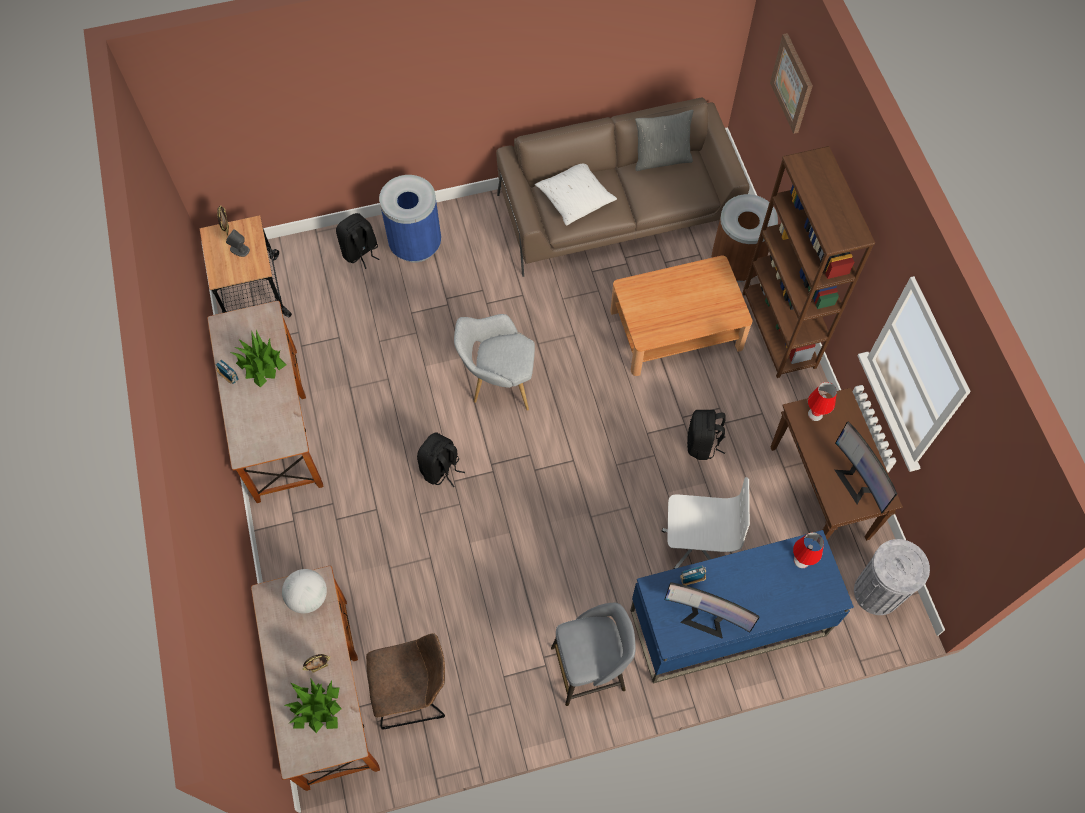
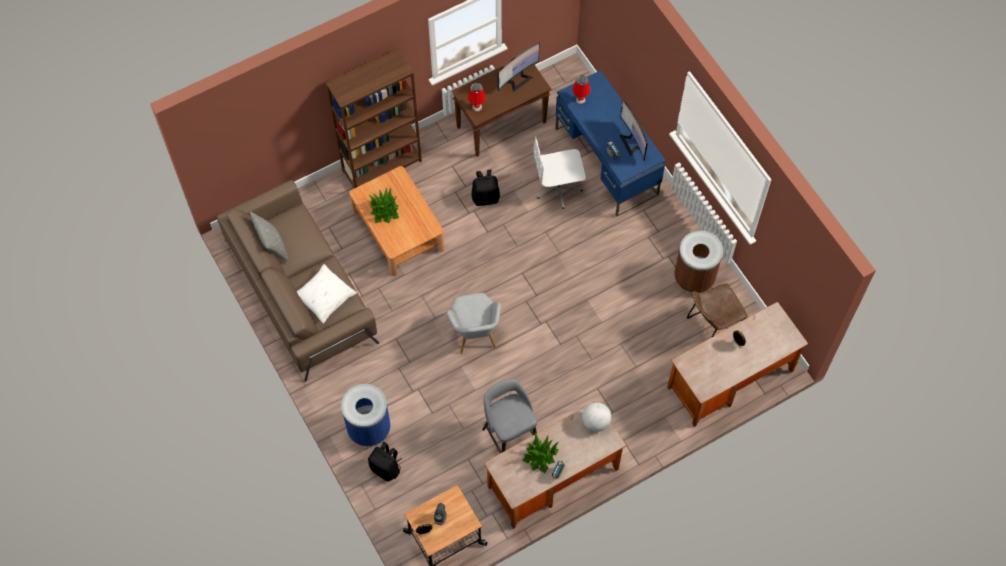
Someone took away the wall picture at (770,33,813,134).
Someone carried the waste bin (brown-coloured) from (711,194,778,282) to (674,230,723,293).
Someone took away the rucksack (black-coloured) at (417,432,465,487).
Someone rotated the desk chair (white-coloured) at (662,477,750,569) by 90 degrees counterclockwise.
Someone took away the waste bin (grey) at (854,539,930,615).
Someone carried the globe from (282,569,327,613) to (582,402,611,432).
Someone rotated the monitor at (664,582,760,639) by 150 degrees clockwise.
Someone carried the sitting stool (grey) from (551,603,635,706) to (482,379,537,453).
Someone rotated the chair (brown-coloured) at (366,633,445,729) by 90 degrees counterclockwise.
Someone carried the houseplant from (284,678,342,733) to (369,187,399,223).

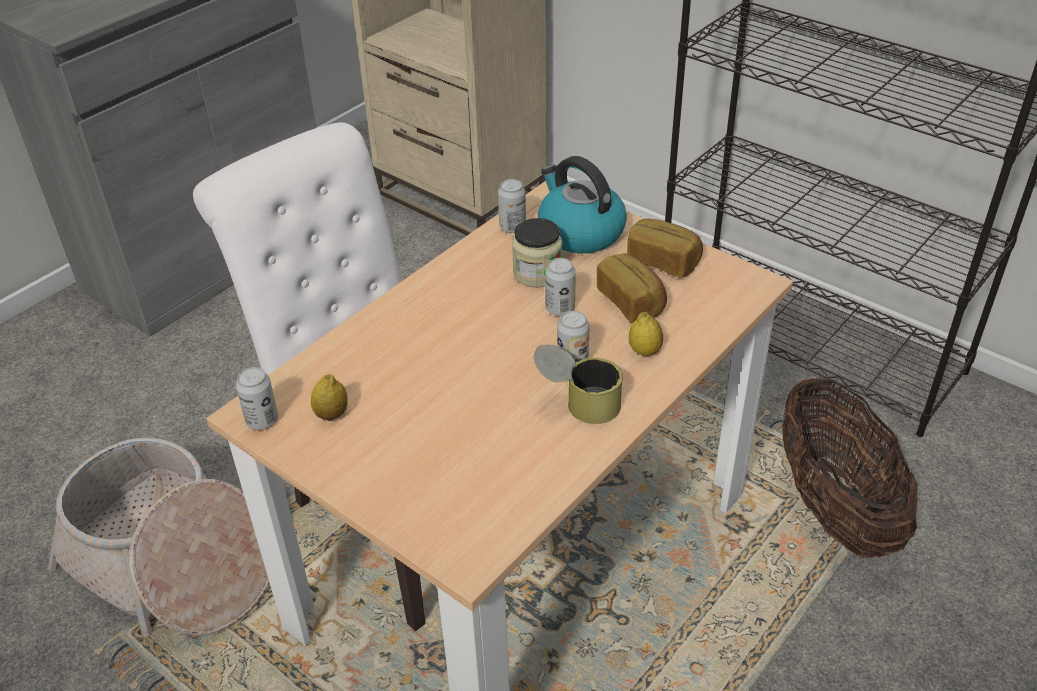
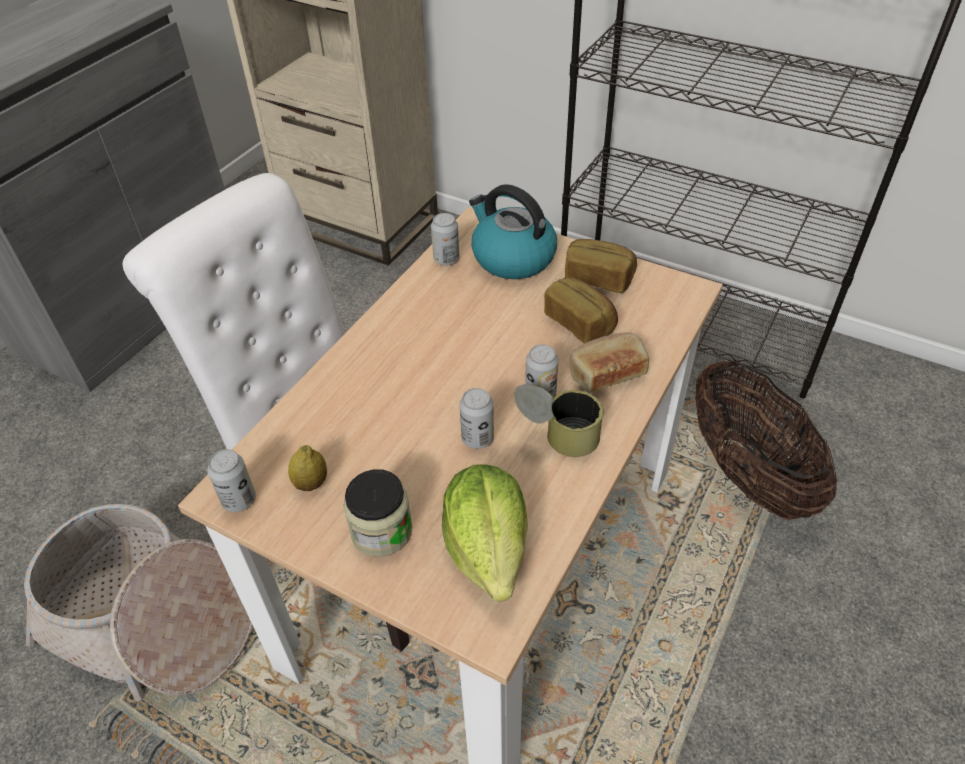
Someone carried the jar from (512,218,562,288) to (344,469,412,557).
Someone carried the can from (545,258,576,316) to (459,388,494,449).
Someone swapped the lemon at (629,312,663,356) for the bakery bread at (570,332,649,393).
Someone put down the head of lettuce at (442,464,528,602).

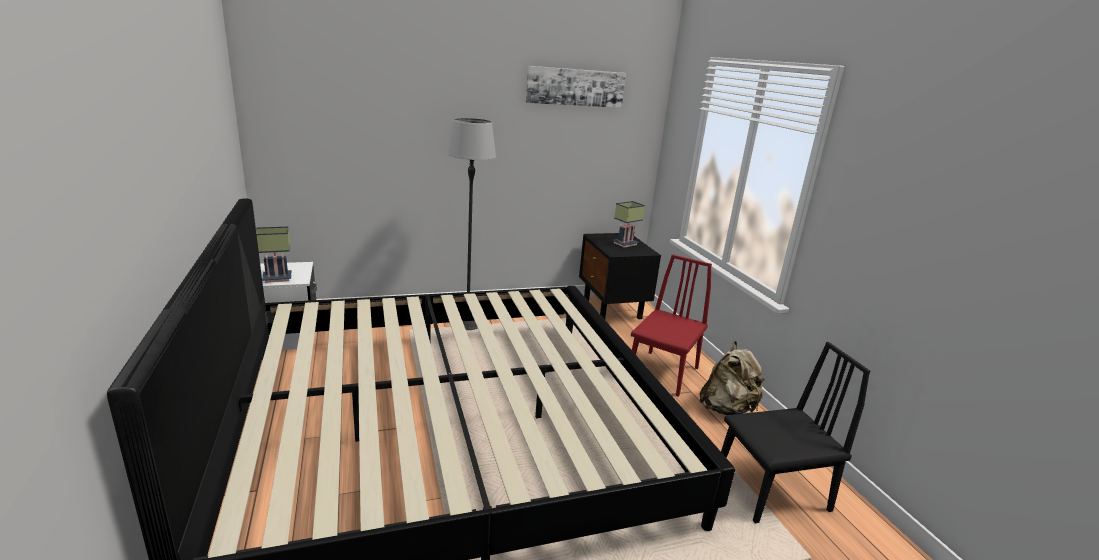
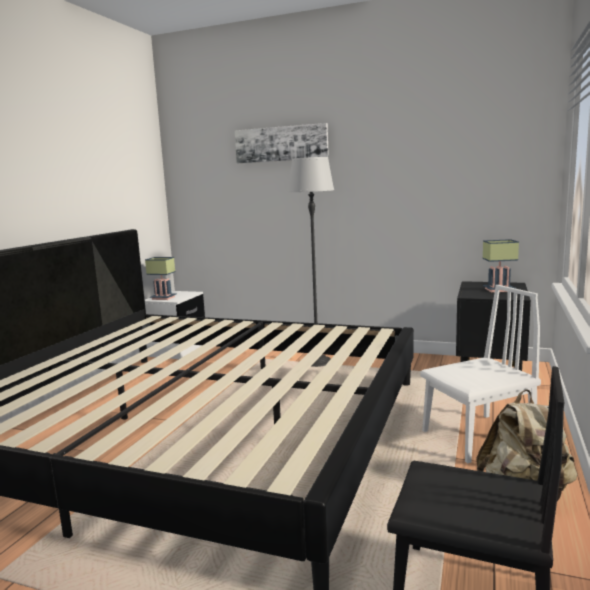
Someone carried the wall picture from (526,66,626,108) to (235,123,329,163).
Someone repainted the chair (red-coloured) at (631,254,712,397), which became the chair (white-coloured) at (420,285,541,463).

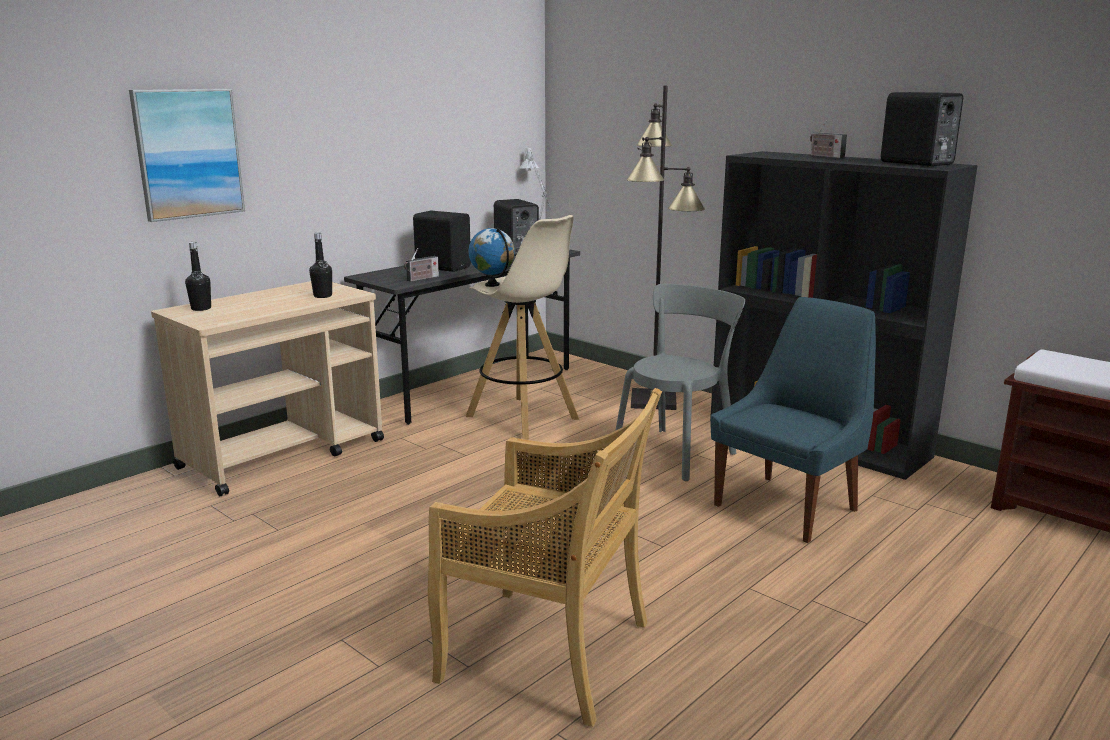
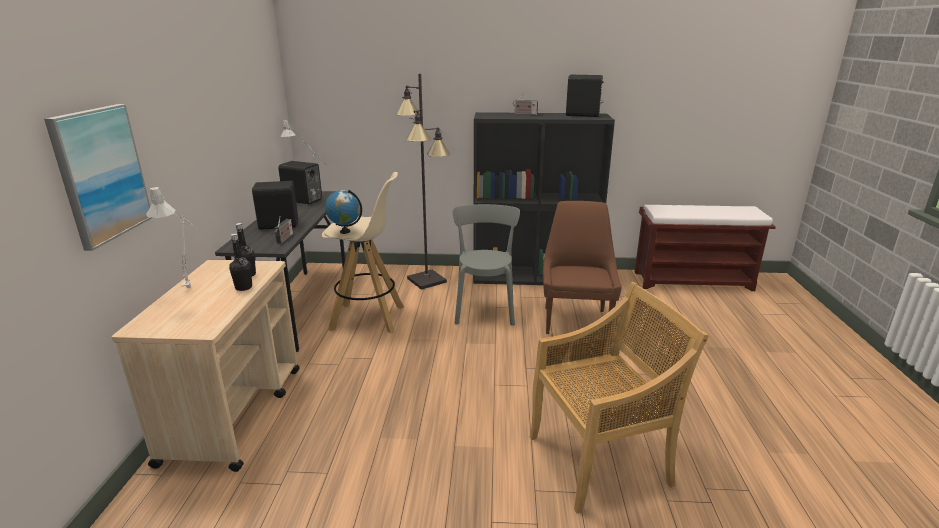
Someone carried the beverage bottle (black-coloured) from (185,242,211,311) to (229,233,252,291).
Someone repainted the chair (blue) at (711,297,876,543), which became the chair (brown-coloured) at (543,201,622,334).
Someone put down the lamp for a table (grey) at (146,187,193,288).

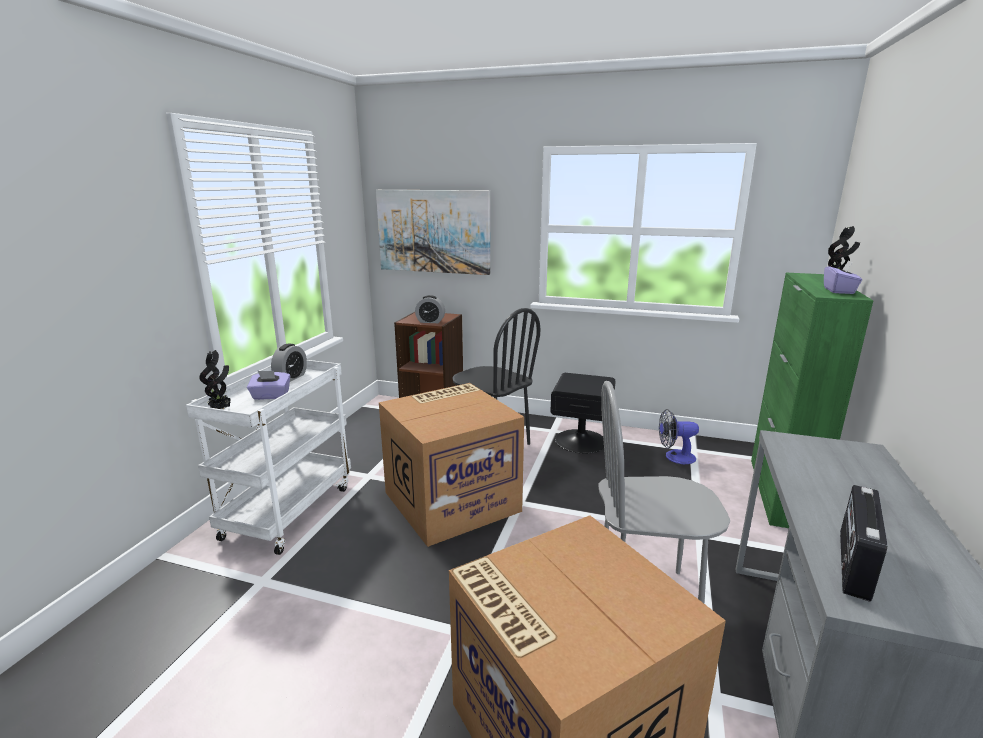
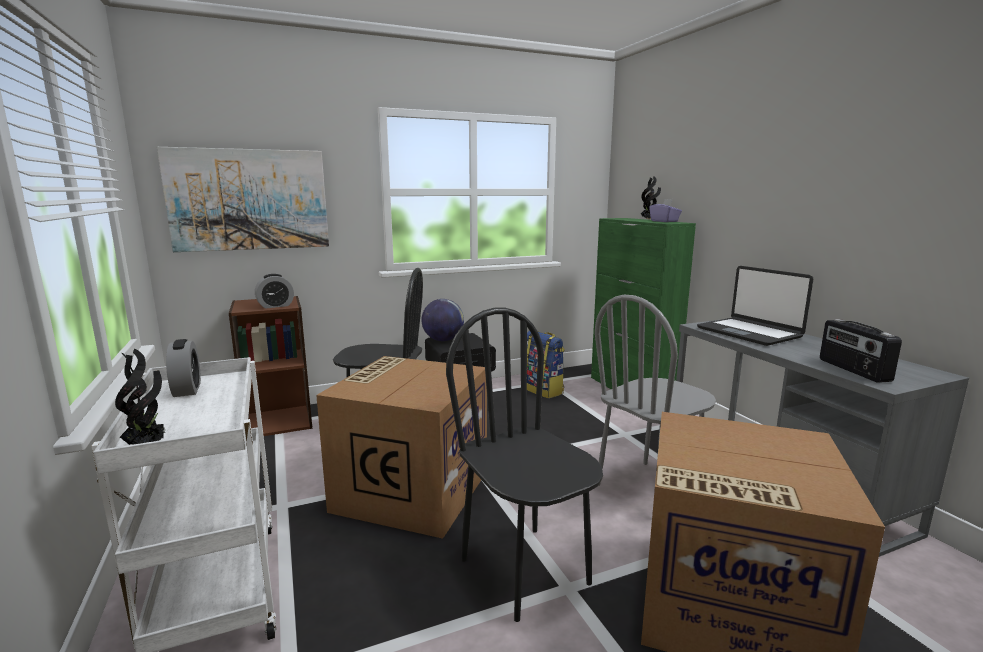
Someone took away the box of tissues (purple-coloured) at (247,371,290,400).
Someone swapped the fan at (659,409,699,464) for the rucksack at (527,331,565,399).
Someone put down the notebook computer at (697,266,813,346).
Someone put down the globe at (421,299,464,341).
Someone put down the chair (black-coloured) at (446,308,603,622).

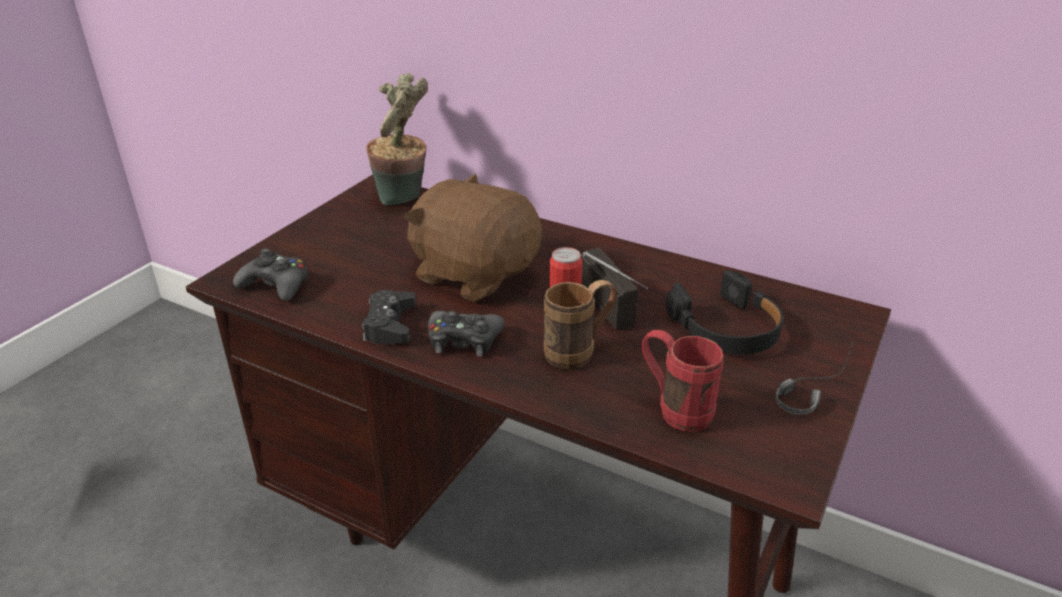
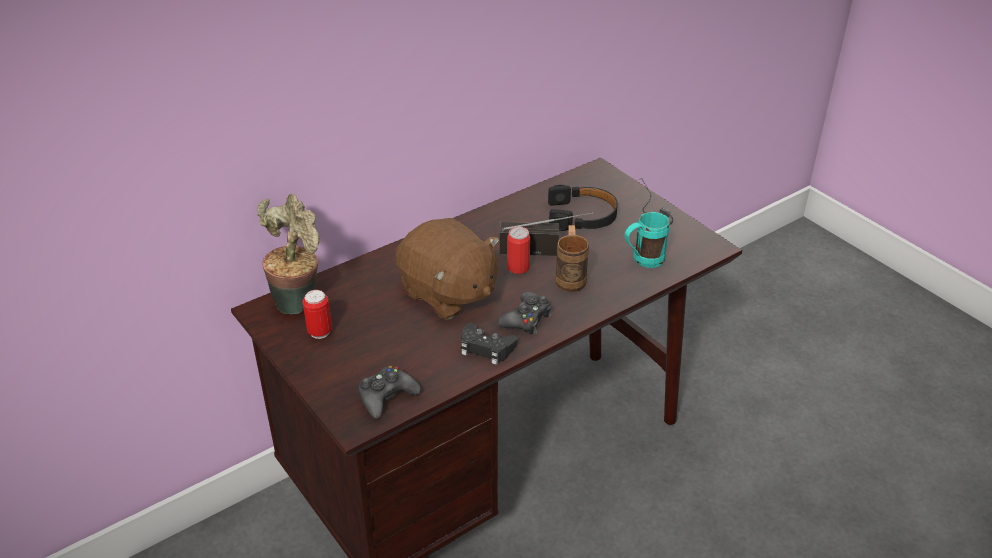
Someone rotated the plush toy (brown-coloured) at (404,173,542,302) by 105 degrees counterclockwise.
Someone repainted the tea mug (red-coloured) at (641,330,724,432), which became the tea mug (blue-green) at (625,212,670,268).
Someone put down the can at (302,290,332,339).

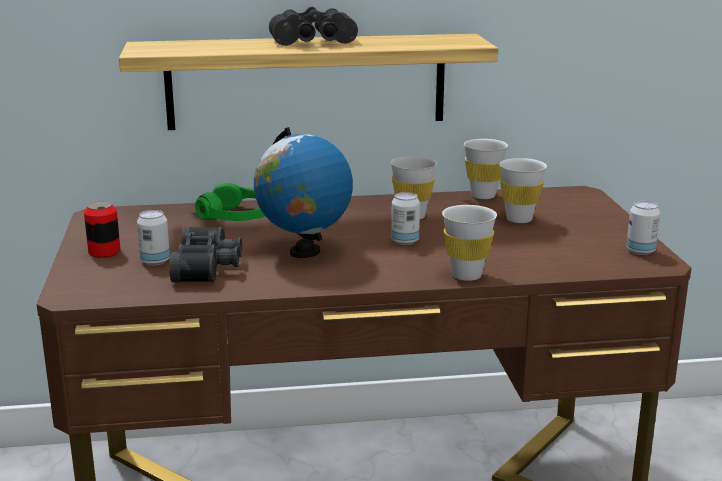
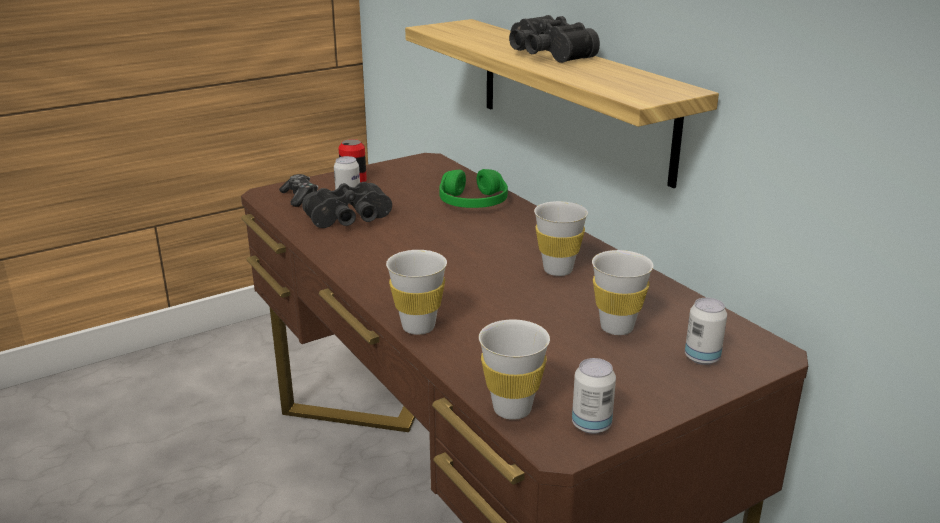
Someone took away the globe at (254,127,353,258).
Someone carried the small cup (white-coloured) from (464,139,508,199) to (479,319,550,420).
Someone carried the can from (391,192,420,245) to (685,298,727,365).
Someone put down the game controller at (279,174,318,207).

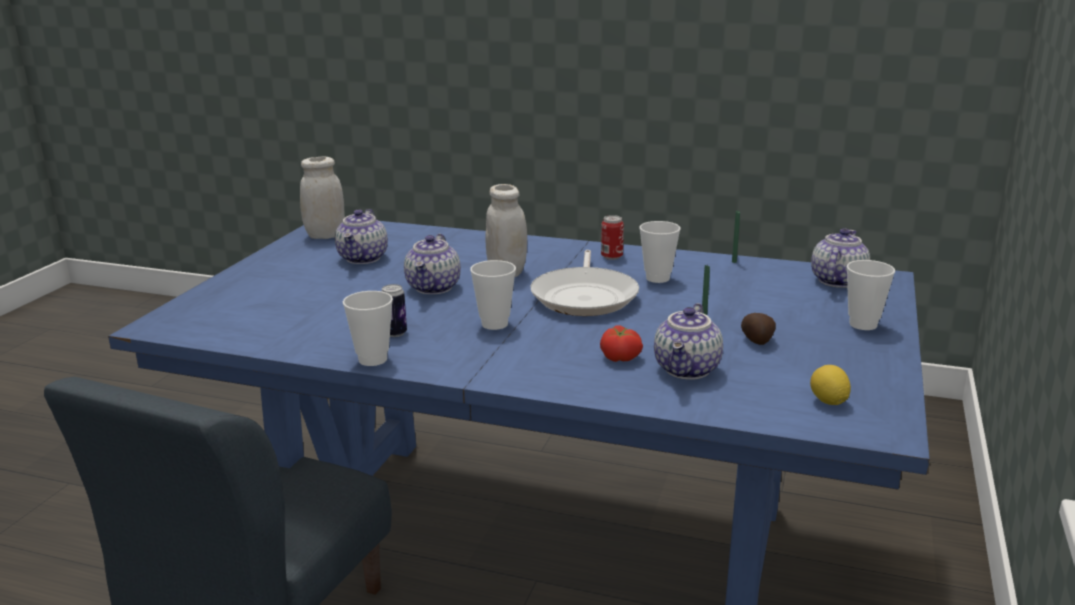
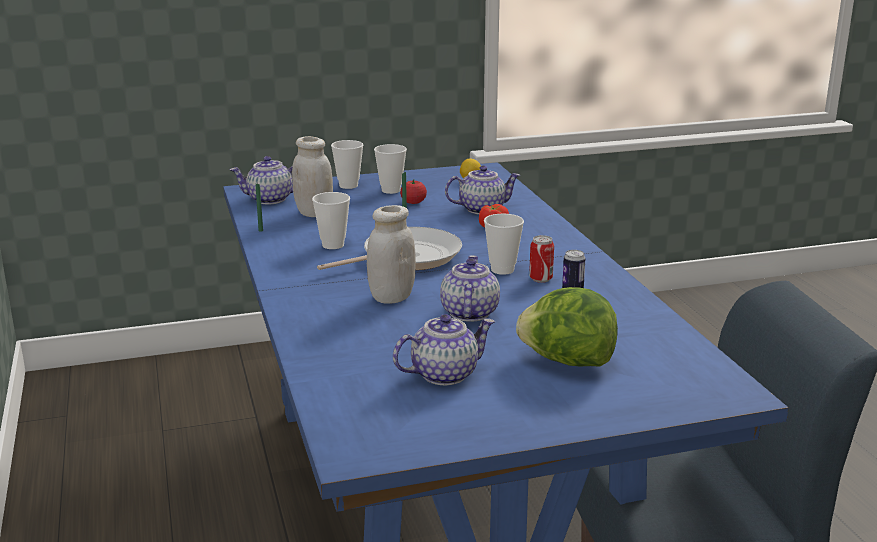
Someone carried the jar (white-coloured) from (300,156,345,239) to (292,136,333,217).
Someone carried the can from (601,215,624,260) to (529,235,554,283).
Someone rotated the teapot at (404,234,461,294) by 60 degrees counterclockwise.
Someone carried the small cup from (343,291,393,366) to (374,144,407,194).
Someone swapped the spud at (741,313,776,345) for the tomato at (400,180,427,204).
Someone put down the head of lettuce at (516,287,618,367).

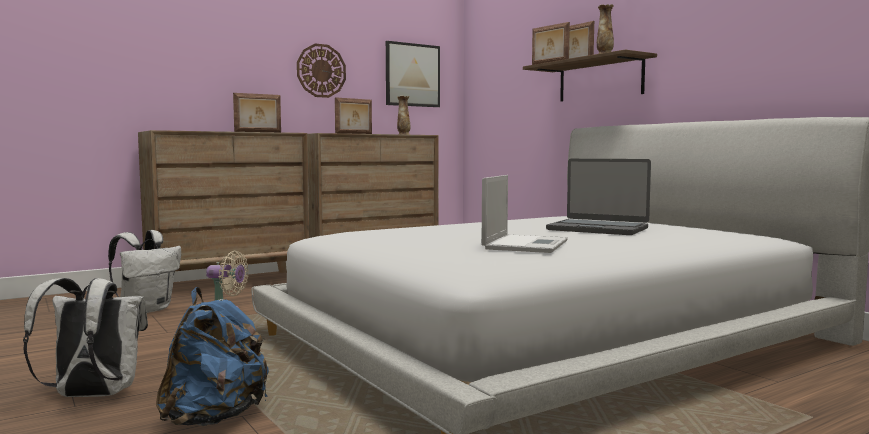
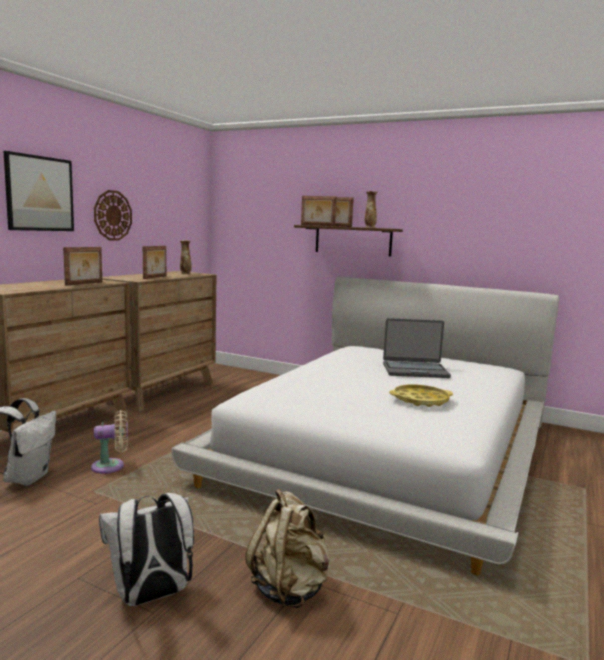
Someone carried the wall picture from (386,41,440,107) to (3,151,74,231).
Someone swapped the notebook computer at (482,175,568,253) for the carrying tray (yellow) at (389,384,453,407).
Someone repainted the rucksack (blue) at (156,287,269,426), which became the rucksack (beige-coloured) at (245,489,330,608).

